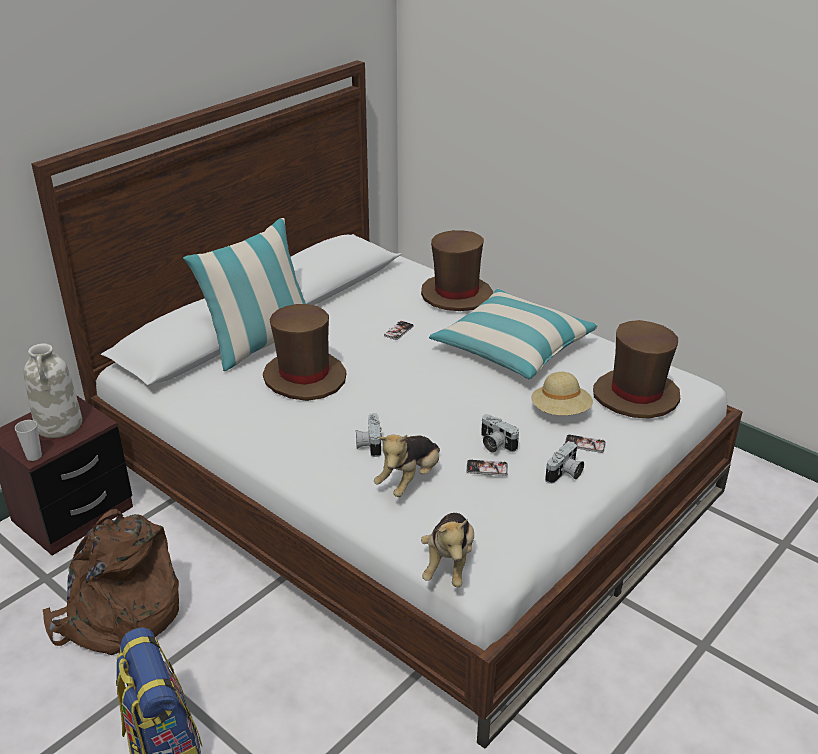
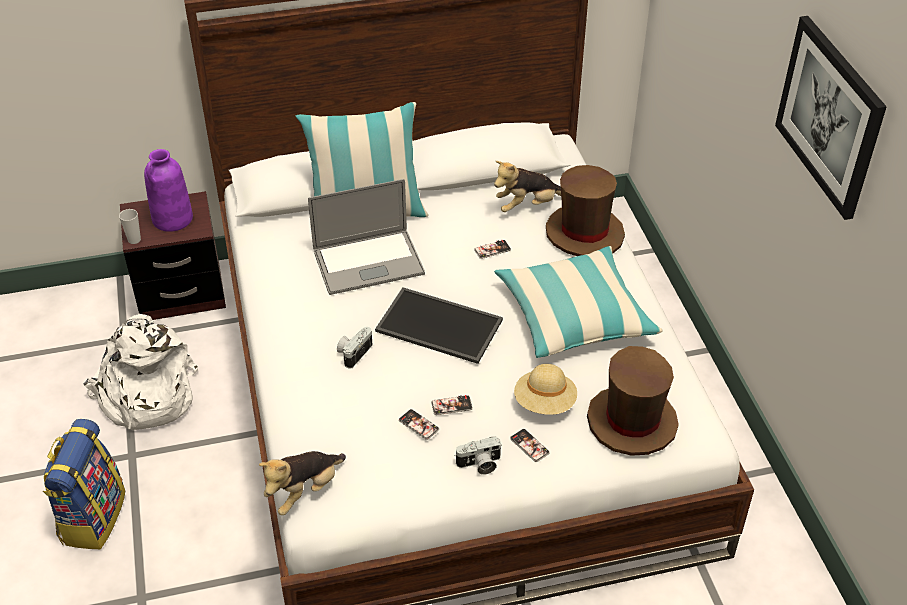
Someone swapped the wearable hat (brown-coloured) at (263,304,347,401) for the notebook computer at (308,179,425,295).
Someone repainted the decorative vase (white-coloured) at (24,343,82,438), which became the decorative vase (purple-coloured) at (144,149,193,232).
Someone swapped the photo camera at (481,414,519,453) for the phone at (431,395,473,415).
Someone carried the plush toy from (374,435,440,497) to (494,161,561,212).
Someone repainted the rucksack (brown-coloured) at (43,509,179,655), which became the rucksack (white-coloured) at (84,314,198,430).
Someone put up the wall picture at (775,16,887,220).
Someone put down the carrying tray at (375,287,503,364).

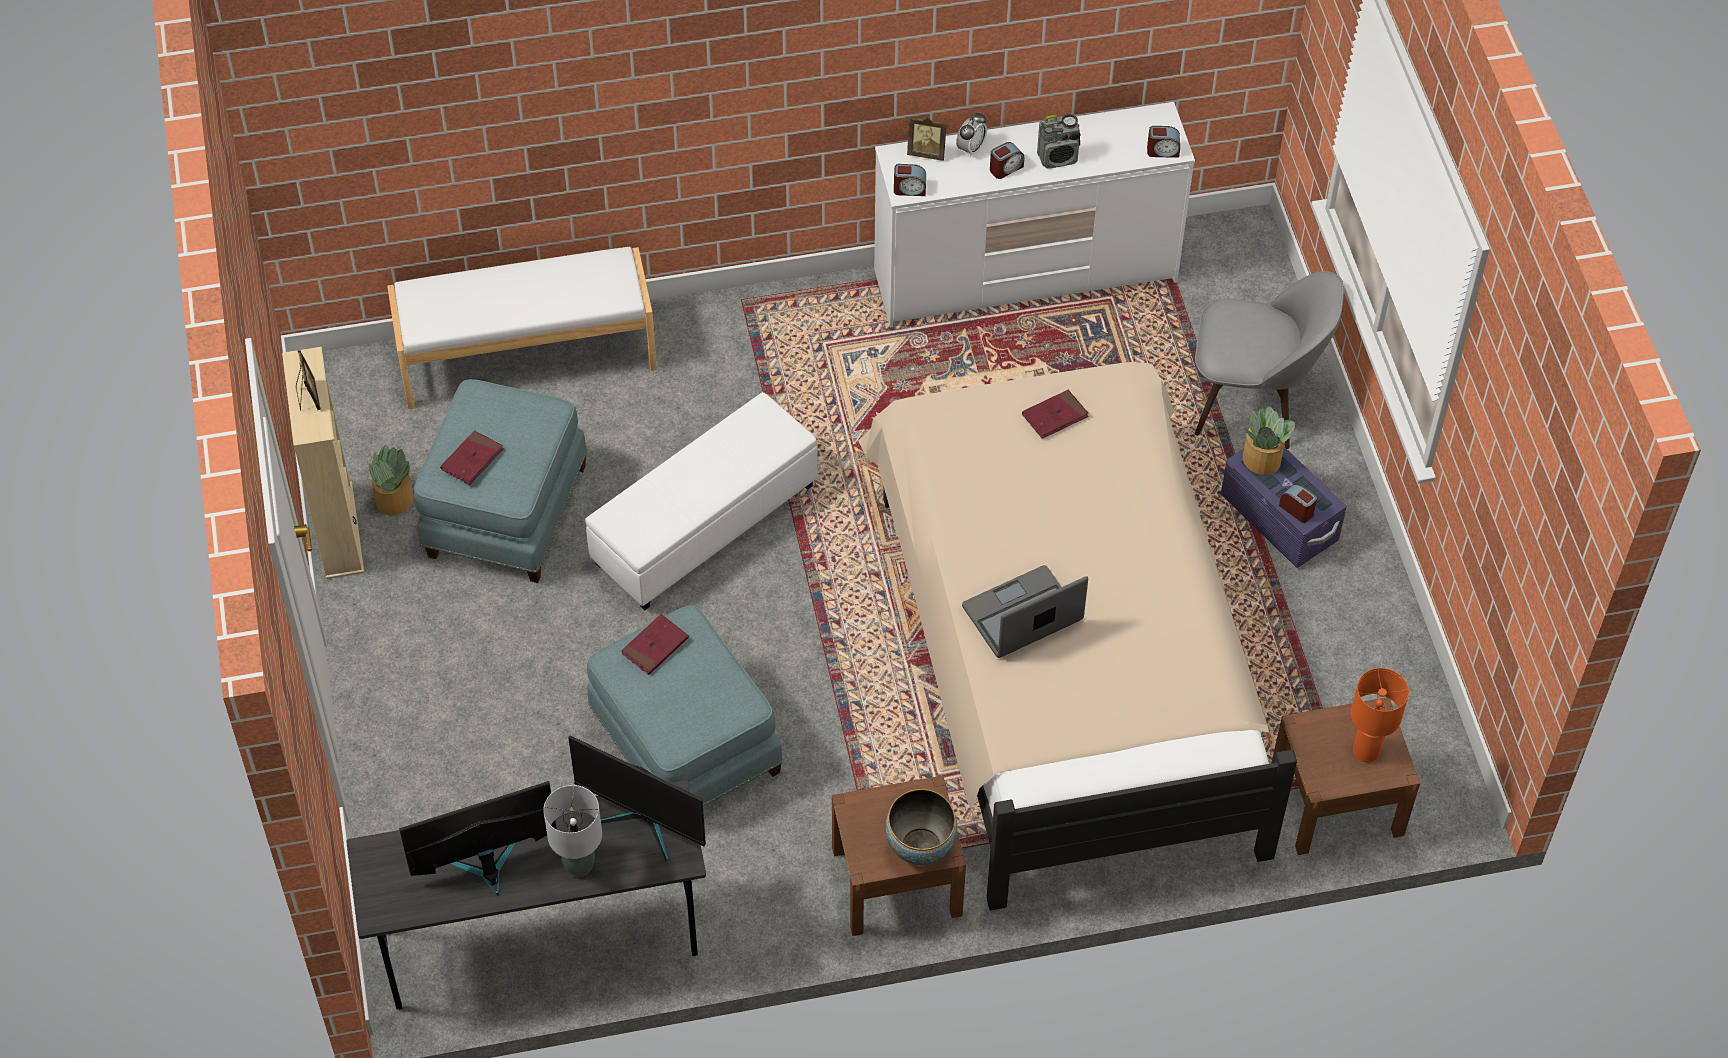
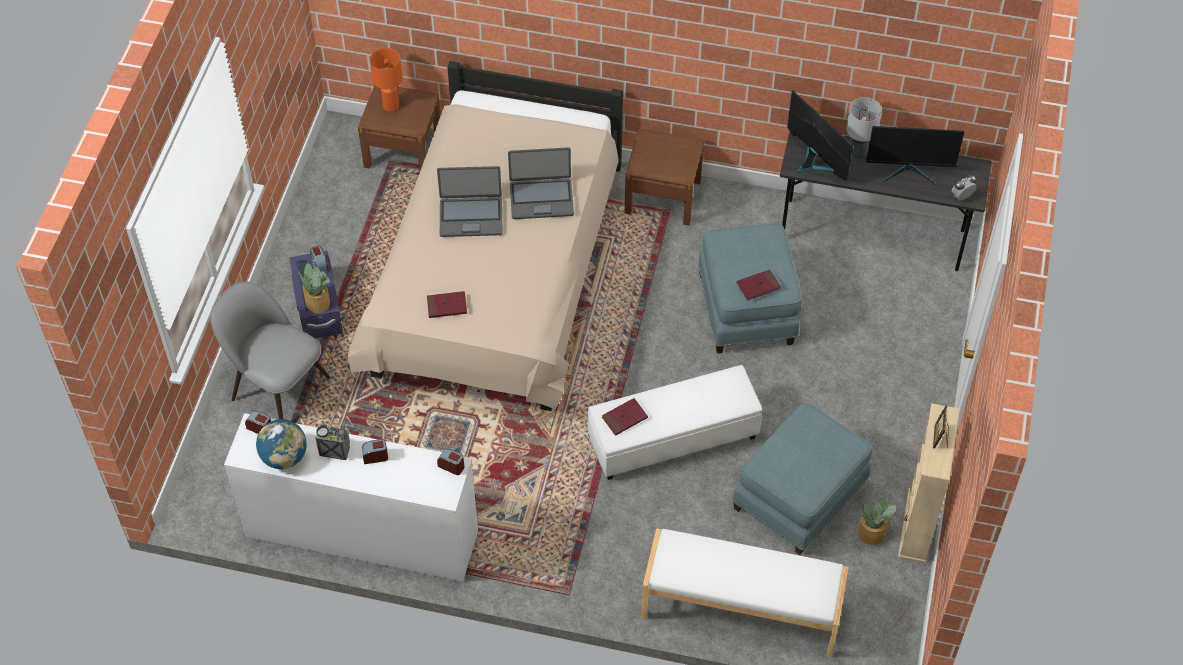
Someone carried the bedside clock from (956,112,987,157) to (952,174,977,201).
Someone took away the photo frame at (907,117,947,161).
Someone carried the bound book (red-coloured) from (440,430,504,485) to (602,398,648,436).
Someone took away the bowl at (885,789,958,865).
Someone put down the notebook computer at (437,166,502,237).
Someone put down the globe at (256,419,307,469).

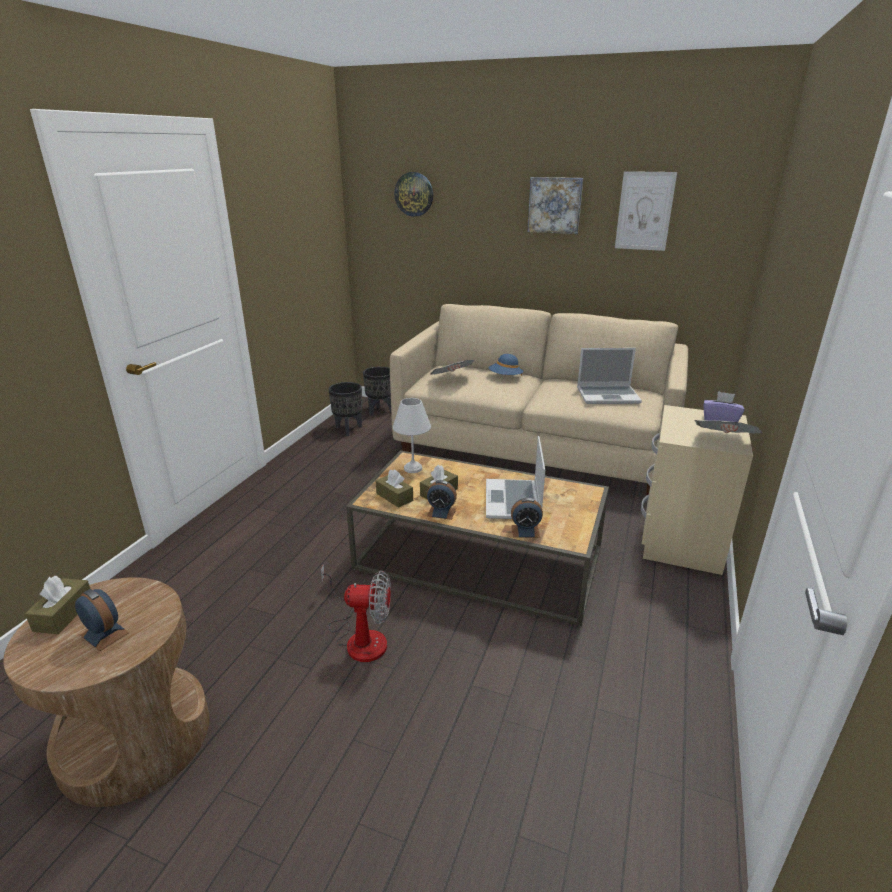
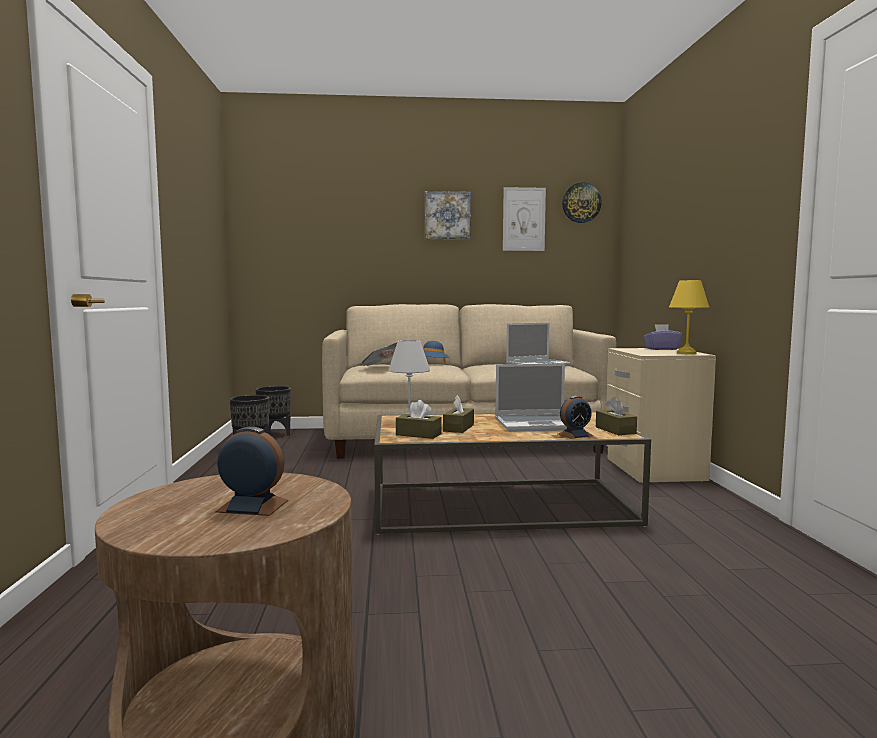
Someone carried the hanging clock from (394,172,433,217) to (562,183,602,223).
Someone swapped the printed paper at (695,420,762,434) for the lamp for a table (yellow) at (669,280,709,355).
Someone rotated the notebook computer at (486,436,545,519) by 75 degrees counterclockwise.
Someone took away the bedside clock at (427,480,457,520).
Someone took away the fan at (321,564,391,662).
Someone carried the box of tissues (brown-coloured) from (25,576,90,634) to (596,397,637,435).

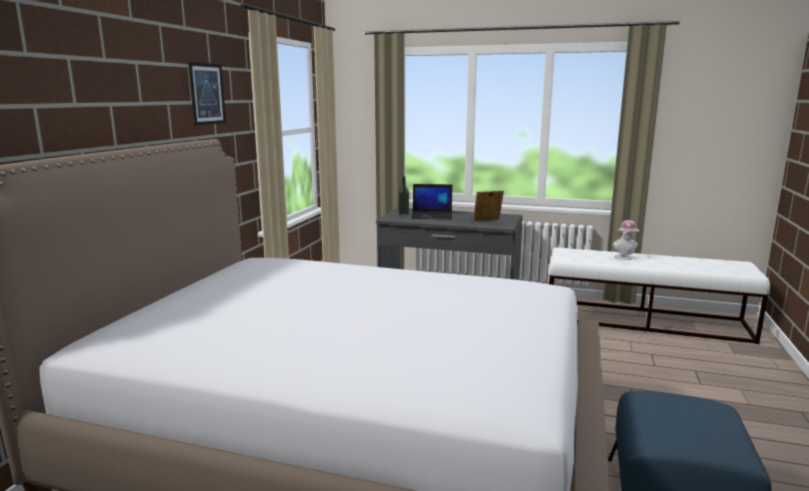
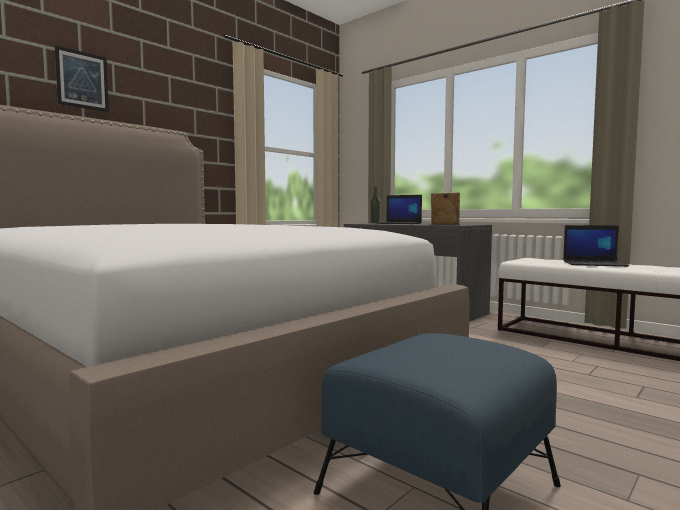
Someone carried the wall picture from (188,62,226,125) to (55,45,109,112).
Someone swapped the wearable hat at (613,220,639,260) for the notebook computer at (563,225,629,267).

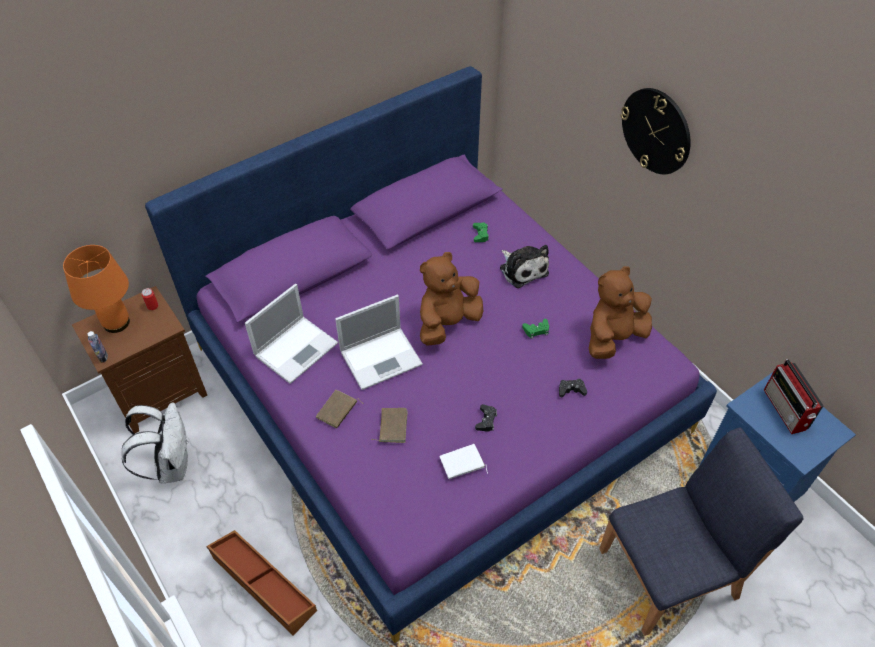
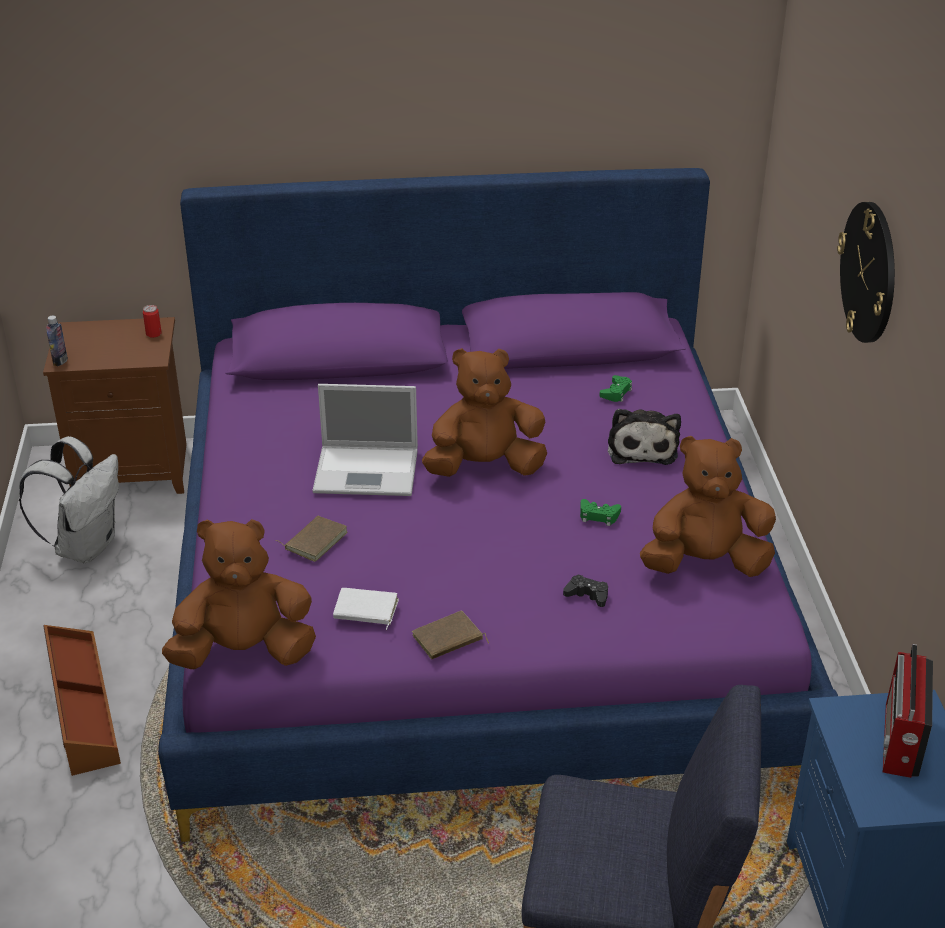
Someone took away the lamp for a table (orange-coloured) at (63,245,130,333).
Someone took away the notebook computer at (245,284,338,384).
Someone carried the bound book (brown-coloured) from (316,390,363,429) to (412,610,489,660).
Someone took away the game controller (black-coloured) at (475,404,497,432).
Someone put down the plush toy (brown-coloured) at (162,519,316,669).

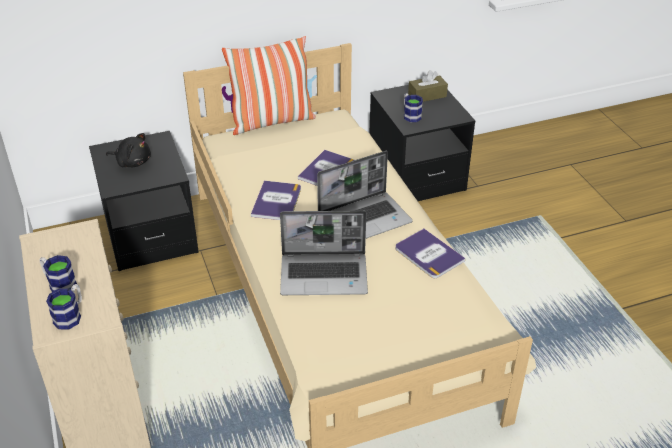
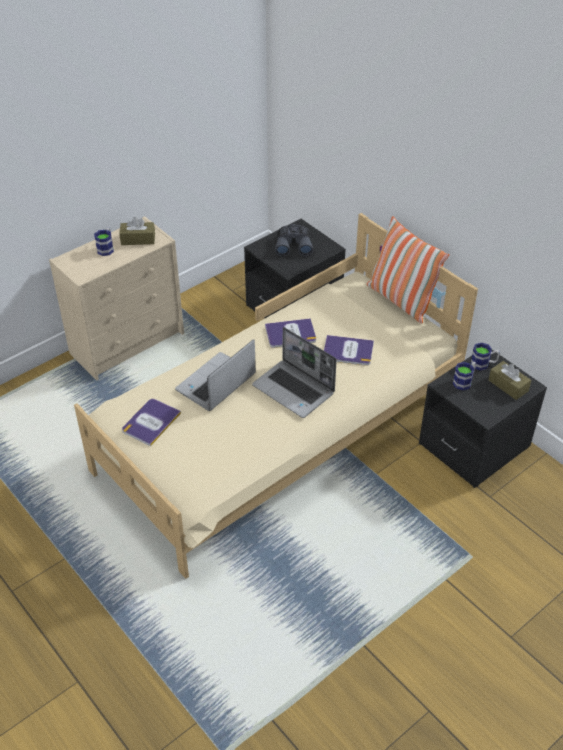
Someone swapped the plush toy (black-coloured) at (106,133,151,167) for the field glasses (grey) at (275,224,313,257).
Someone rotated the notebook computer at (280,210,368,295) by 60 degrees clockwise.
Someone carried the bound book from (395,229,466,278) to (122,399,181,446).
Someone carried the tea mug from (46,284,82,329) to (470,343,500,371).
Someone put down the box of tissues (brown-coloured) at (119,217,155,245).

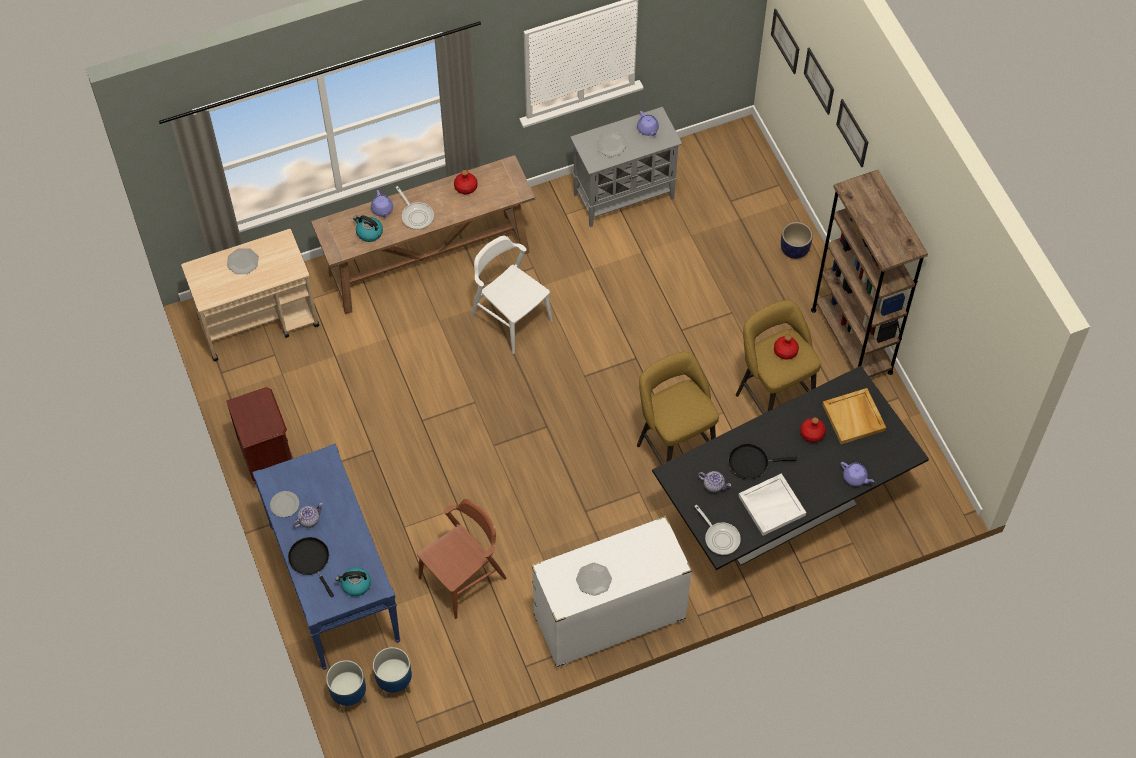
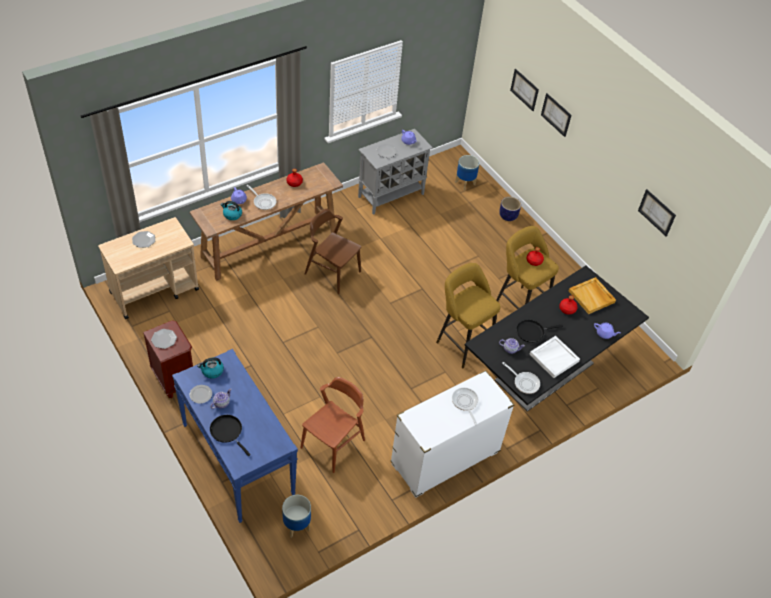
Someone carried the wall picture from (771,9,800,74) to (638,189,676,236).
Someone took away the bookcase (brown-coloured) at (811,170,928,377).
Someone repainted the chair (white-coloured) at (471,236,553,354), which became the chair (brown-coloured) at (305,209,361,294).
Someone carried the flat dish from (576,563,612,596) to (151,329,177,349).
Someone carried the kettle from (335,567,371,596) to (197,357,224,379).
Someone carried the flower pot from (326,660,367,713) to (455,155,480,190).
Someone put down the frying pan at (452,388,479,426).

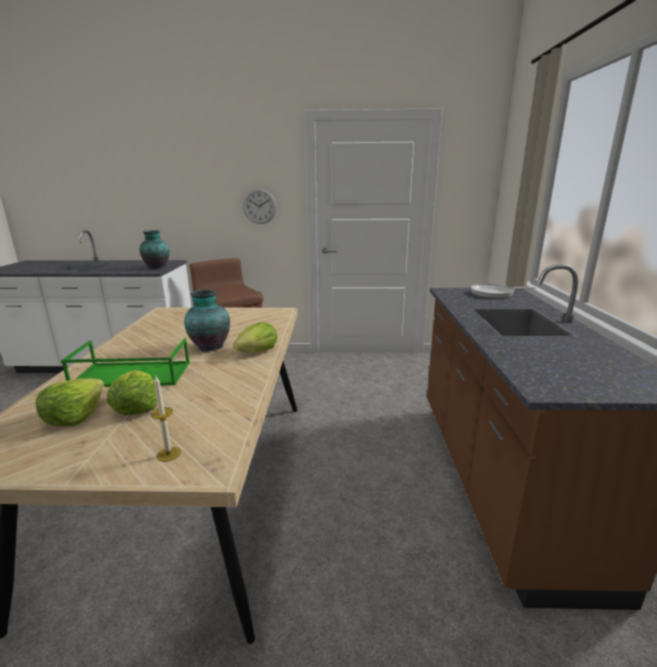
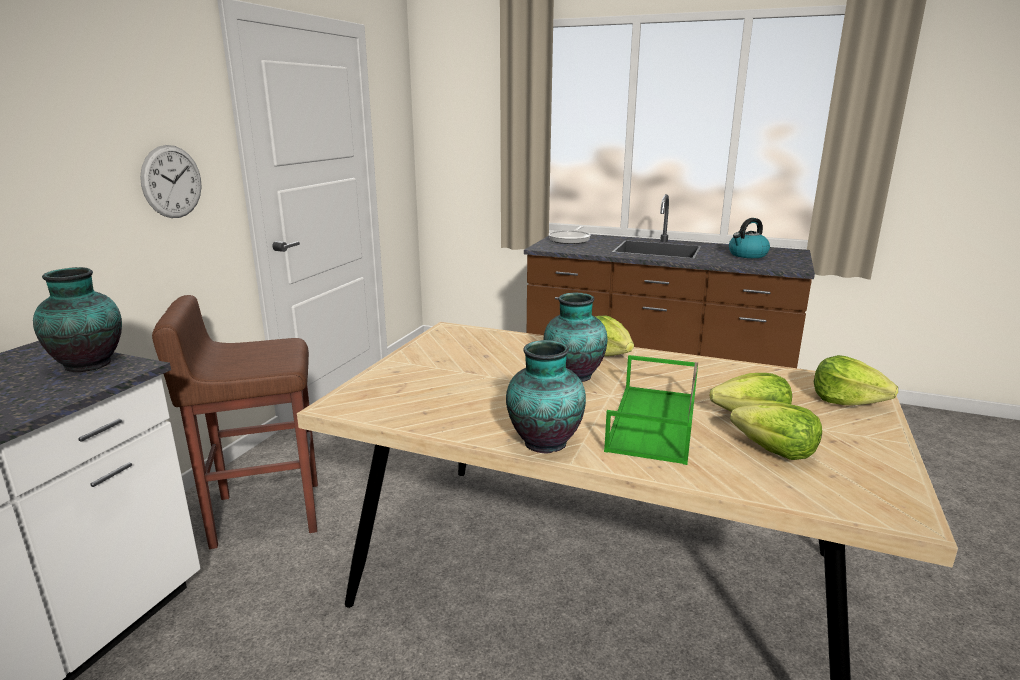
Someone swapped the wax candle at (151,376,181,462) for the head of lettuce at (814,355,898,405).
Someone put down the kettle at (729,218,770,258).
Someone put down the decorative vase at (506,340,586,454).

